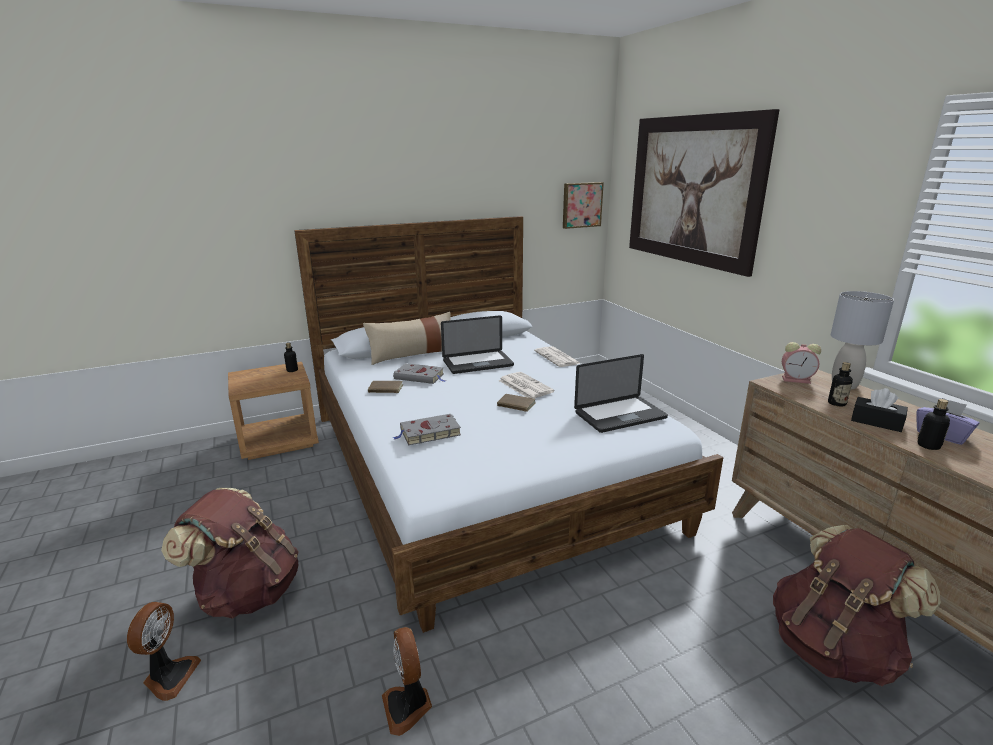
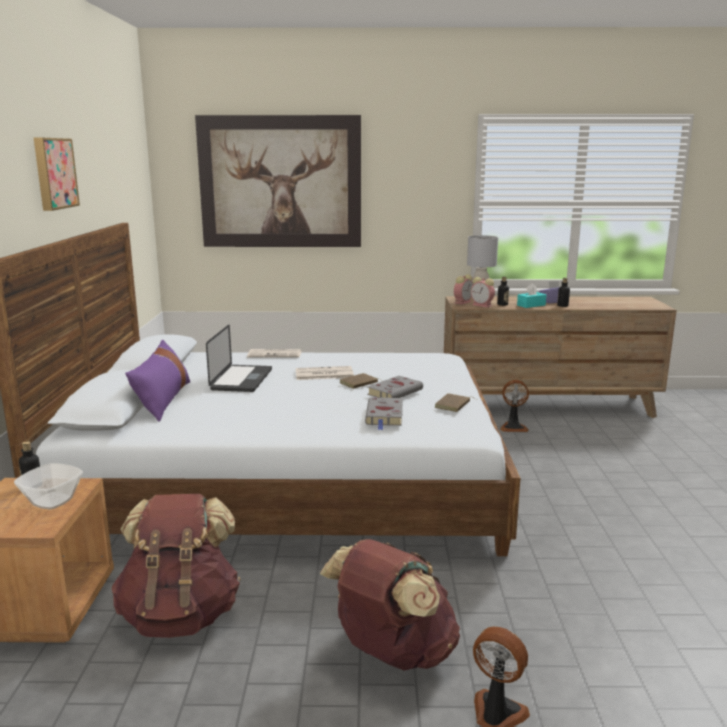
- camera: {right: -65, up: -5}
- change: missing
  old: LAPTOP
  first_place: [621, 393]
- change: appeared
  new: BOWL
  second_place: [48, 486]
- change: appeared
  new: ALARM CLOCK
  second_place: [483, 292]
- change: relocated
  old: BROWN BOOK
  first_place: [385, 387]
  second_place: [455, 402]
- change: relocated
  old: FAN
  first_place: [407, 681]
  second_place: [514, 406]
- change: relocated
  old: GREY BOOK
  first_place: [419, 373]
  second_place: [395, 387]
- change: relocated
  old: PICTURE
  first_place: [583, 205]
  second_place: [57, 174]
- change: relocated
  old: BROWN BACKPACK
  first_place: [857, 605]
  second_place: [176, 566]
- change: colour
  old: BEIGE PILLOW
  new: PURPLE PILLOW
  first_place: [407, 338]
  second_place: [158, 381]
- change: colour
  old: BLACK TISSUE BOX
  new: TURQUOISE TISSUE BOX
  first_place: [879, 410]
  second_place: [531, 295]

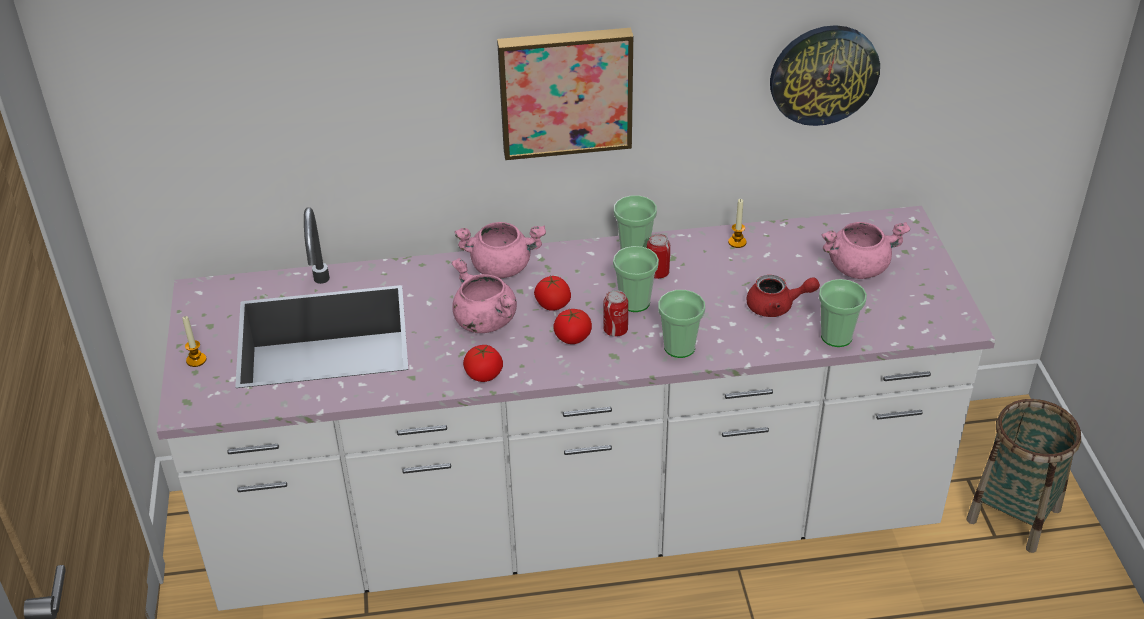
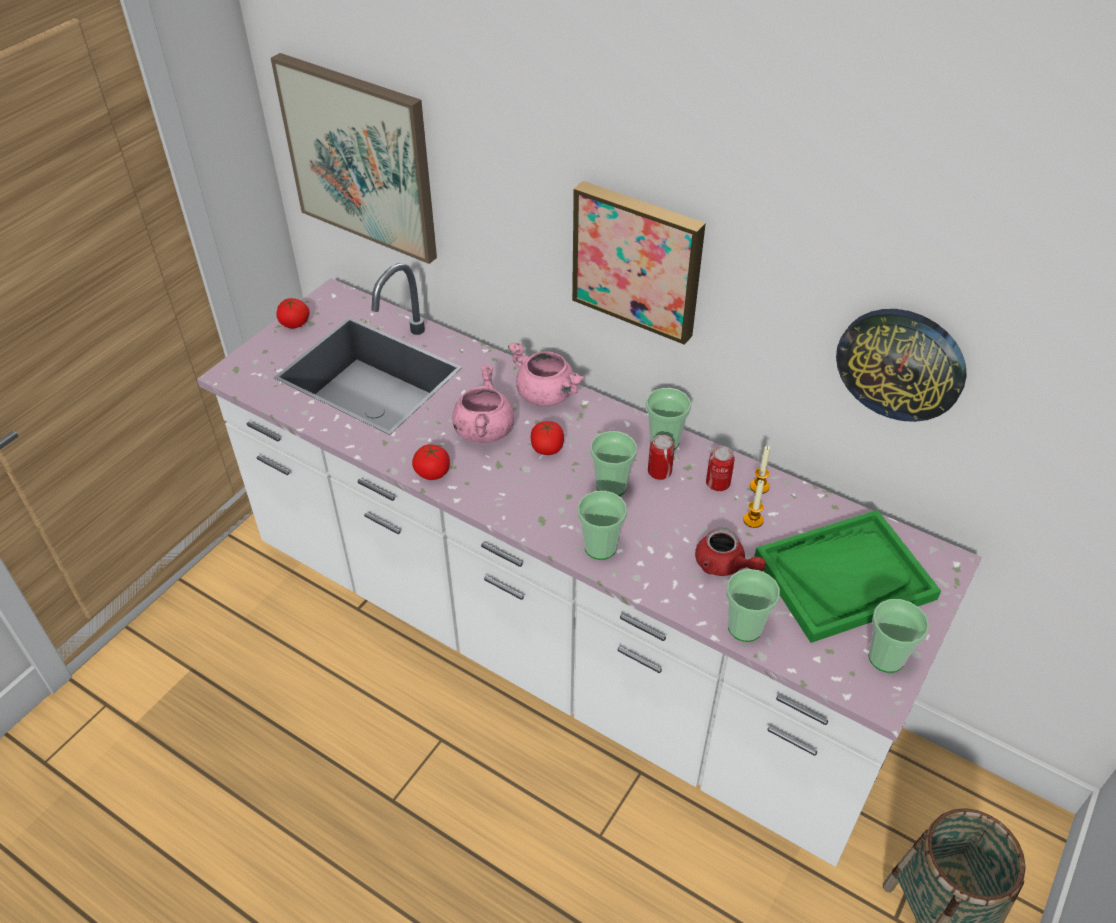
- camera: {right: 40, up: 5}
- change: appeared
  new: PICTURE
  second_place: [354, 158]
- change: appeared
  new: CUP
  second_place: [898, 636]
- change: relocated
  old: CANDLE
  first_place: [194, 341]
  second_place: [753, 504]
- change: relocated
  old: TOMATO
  first_place: [572, 326]
  second_place: [293, 313]
- change: relocated
  old: CAN
  first_place: [615, 313]
  second_place: [720, 468]
- change: exchanged
  old: PINK COOKING POT
  new: GREEN TRAY
  first_place: [865, 250]
  second_place: [847, 576]

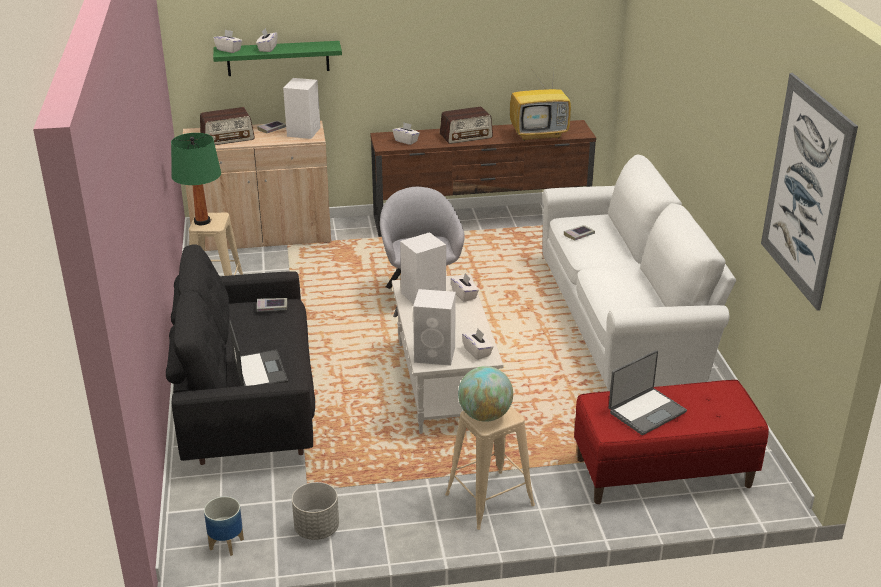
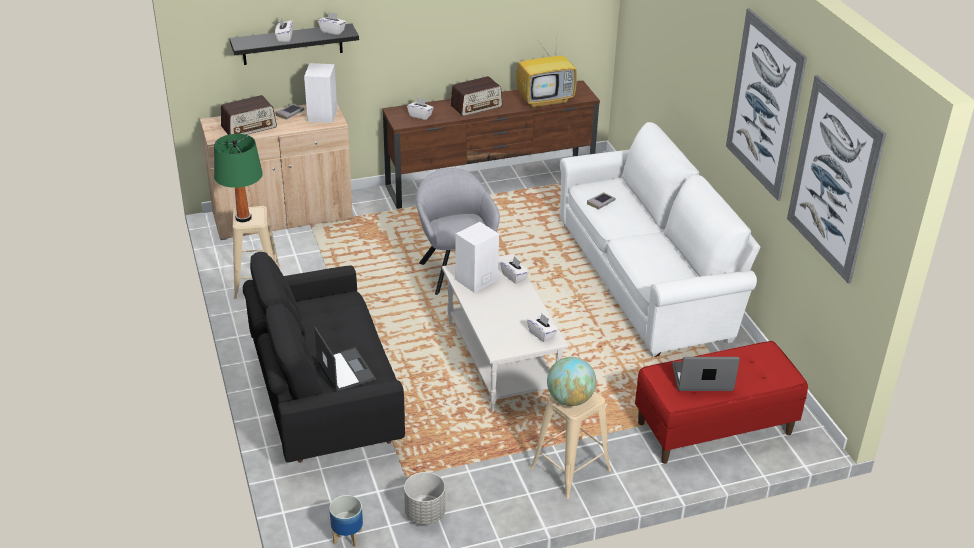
- camera: {right: -10, up: 5}
- change: missing
  old: BOOK
  first_place: [272, 305]
- change: missing
  old: WHITE SPEAKER
  first_place: [434, 327]
- change: appeared
  new: PICTURE
  second_place: [766, 105]
- change: relocated
  old: WHITE TISSUE BOX
  first_place: [227, 41]
  second_place: [332, 23]
- change: colour
  old: GREEN SHELF
  new: BLACK SHELF
  first_place: [277, 58]
  second_place: [294, 44]
- change: spun
  old: LAPTOP
  first_place: [647, 392]
  second_place: [706, 374]
  degrees: -135

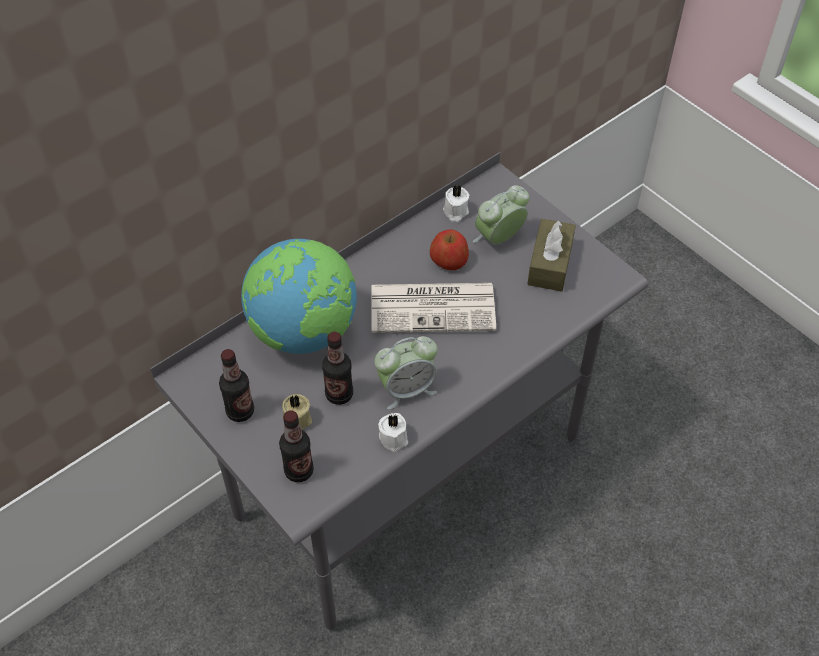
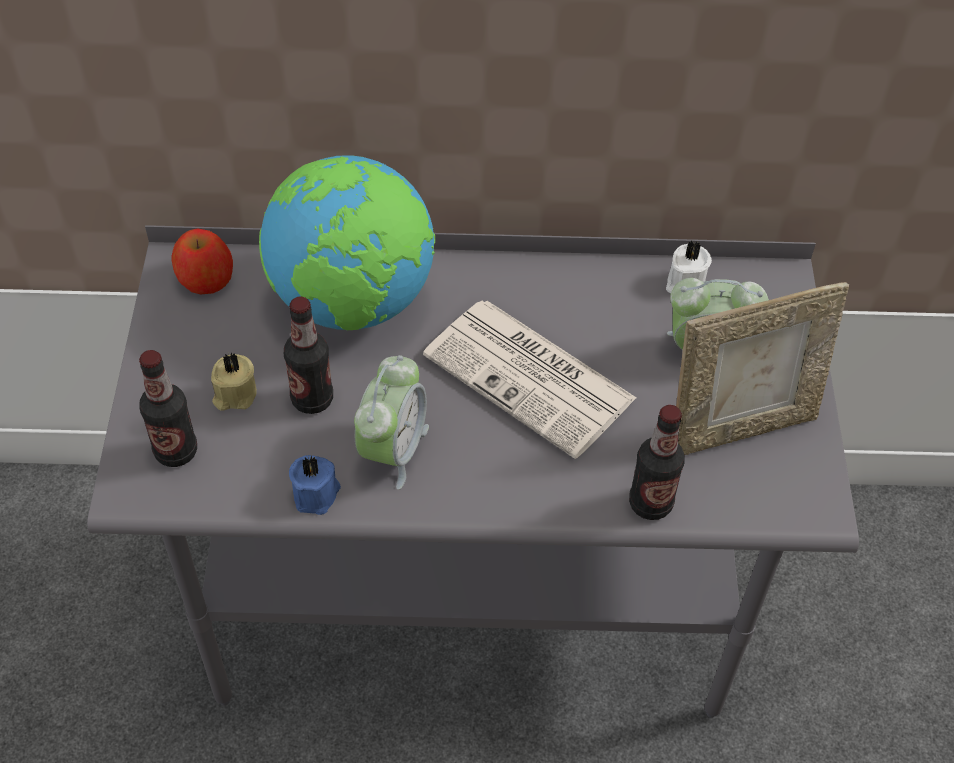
- camera: {right: 40, up: 0}
- change: relocated
  old: BOTTLE
  first_place: [236, 385]
  second_place: [657, 462]
- change: relocated
  old: APPLE
  first_place: [449, 249]
  second_place: [202, 261]
- change: exchanged
  old: BROWN TISSUE BOX
  new: PICTURE FRAME
  first_place: [551, 255]
  second_place: [762, 368]
- change: colour
  old: WHITE CANDLE
  new: BLUE CANDLE
  first_place: [393, 432]
  second_place: [315, 485]
- change: spun
  old: ALARM CLOCK
  first_place: [406, 373]
  second_place: [391, 422]
  degrees: -90

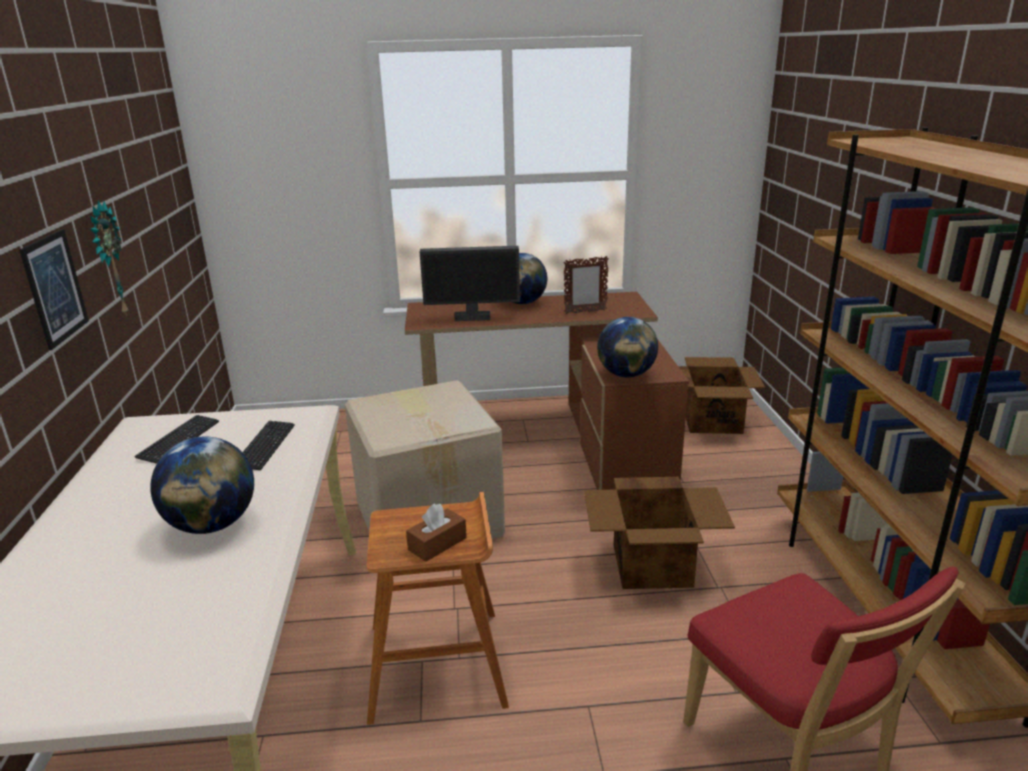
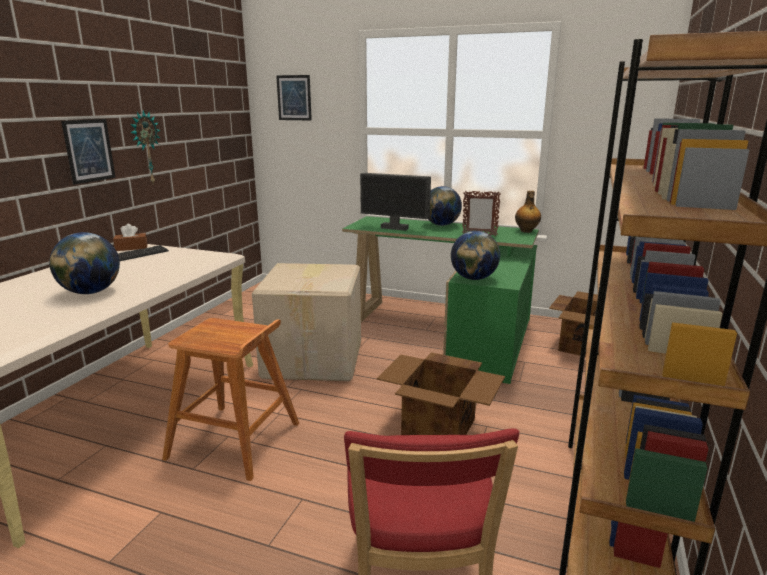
- camera: {right: 25, up: -5}
- change: missing
  old: KEYBOARD
  first_place: [268, 445]
- change: appeared
  new: PICTURE
  second_place: [294, 98]
- change: appeared
  new: BOTTLE
  second_place: [528, 212]
- change: relocated
  old: BROWN TISSUE BOX
  first_place: [436, 532]
  second_place: [130, 237]
- change: colour
  old: BROWN DESK
  new: GREEN DESK
  first_place: [547, 391]
  second_place: [440, 300]

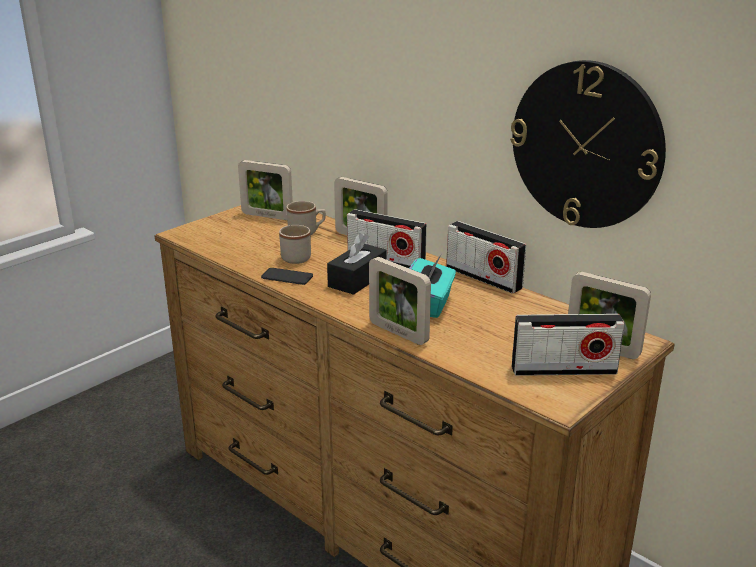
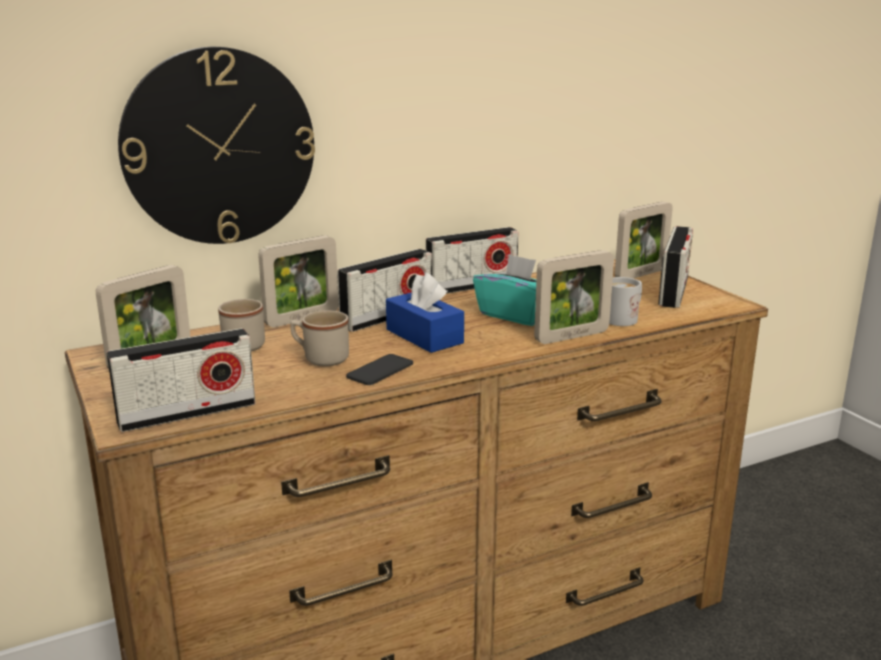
- camera: {right: -70, up: -5}
- change: appeared
  new: RADIO
  second_place: [181, 380]
- change: appeared
  new: WHITE MUG
  second_place: [625, 301]
- change: relocated
  old: WALL CLOCK
  first_place: [588, 144]
  second_place: [216, 145]
- change: colour
  old: BLACK TISSUE BOX
  new: BLUE TISSUE BOX
  first_place: [357, 264]
  second_place: [425, 313]

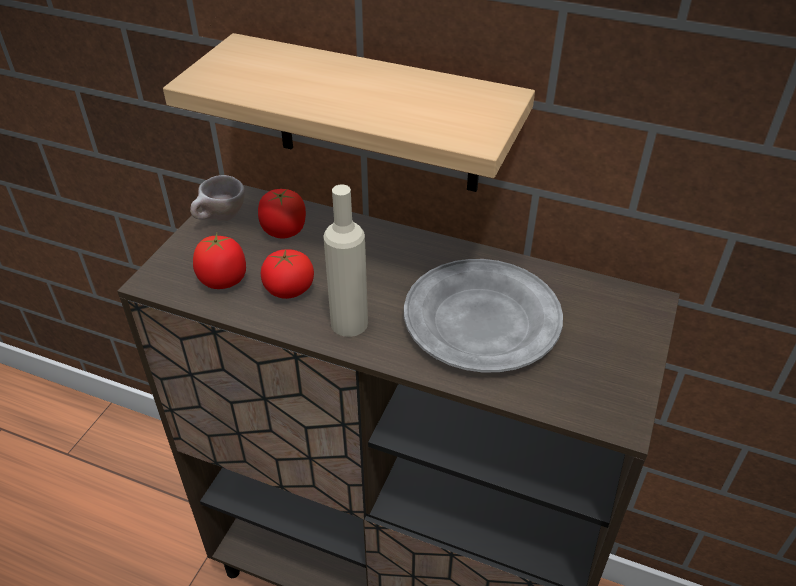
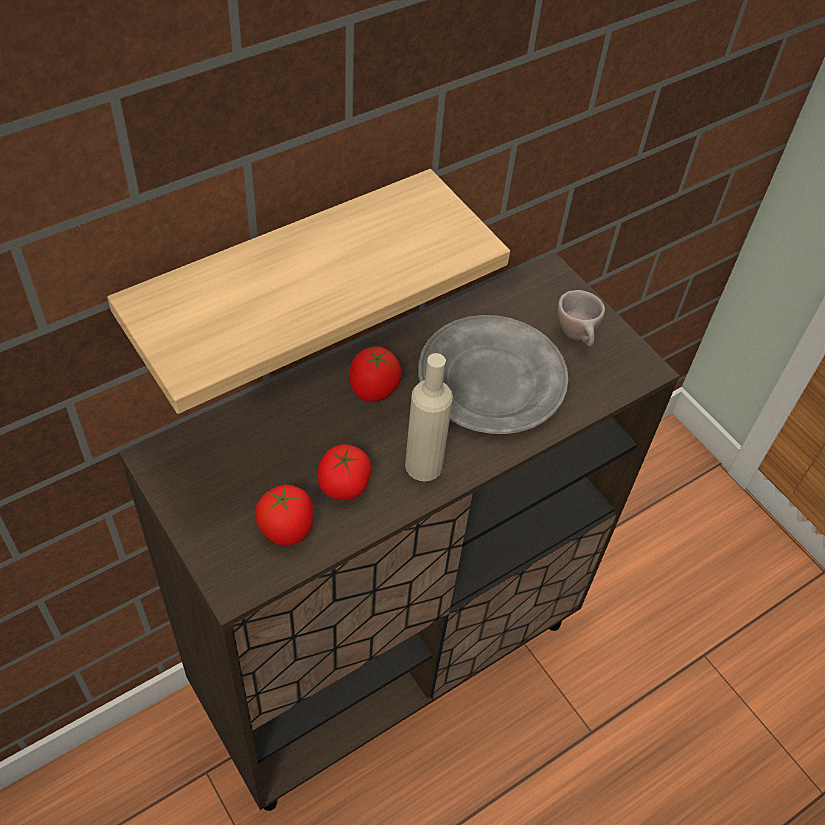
- camera: {right: -60, up: 10}
- change: relocated
  old: BEIGE CUP
  first_place: [217, 198]
  second_place: [581, 318]
- change: relocated
  old: TOMATO
  first_place: [282, 213]
  second_place: [375, 374]

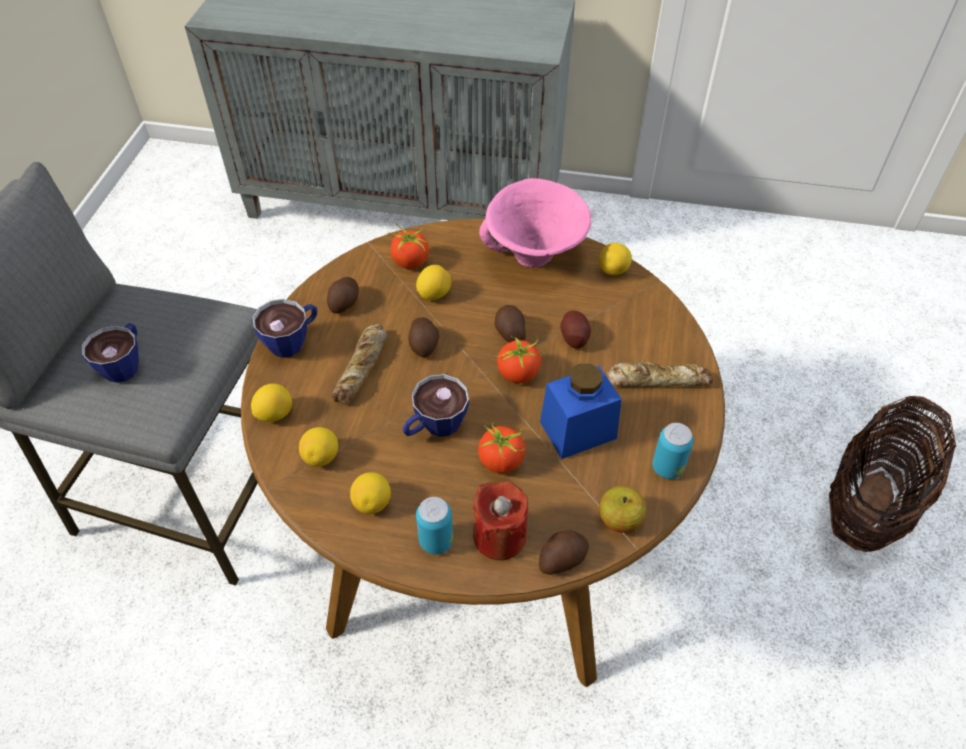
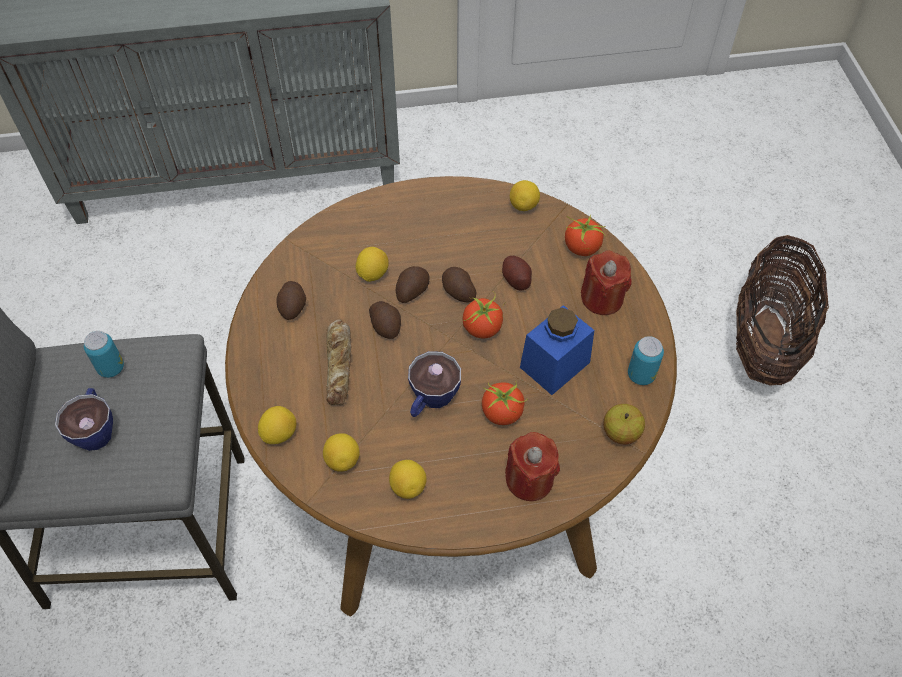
- camera: {right: -20, up: 5}
- change: missing
  old: CUP
  first_place: [284, 328]
- change: missing
  old: PINK BOWL
  first_place: [535, 223]
- change: relocated
  old: TOMATO
  first_place: [408, 246]
  second_place: [585, 235]
- change: relocated
  old: CAN
  first_place: [434, 526]
  second_place: [104, 354]
- change: relocated
  old: POTATO
  first_place: [564, 552]
  second_place: [412, 284]
- change: exchanged
  old: BREAD
  new: RED CANDLE
  first_place: [659, 374]
  second_place: [606, 282]

